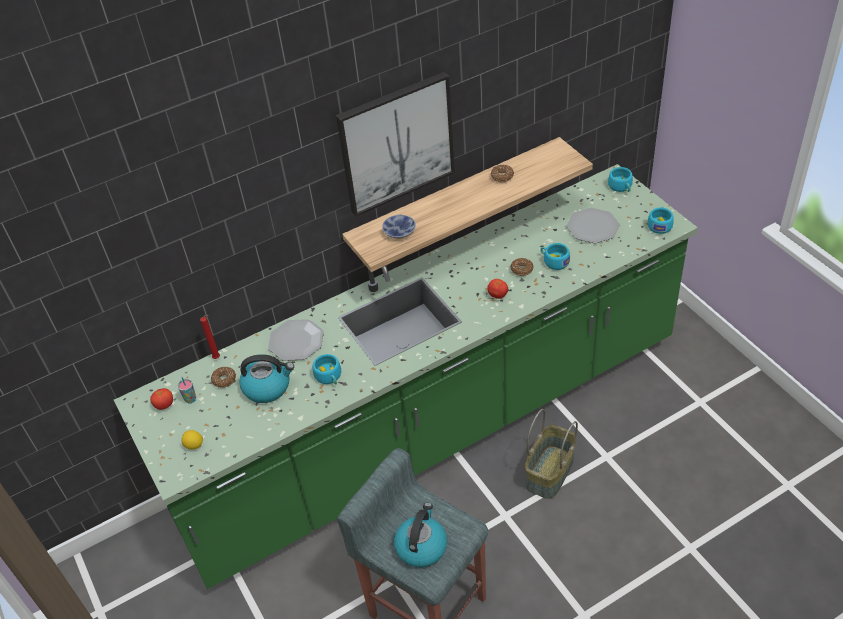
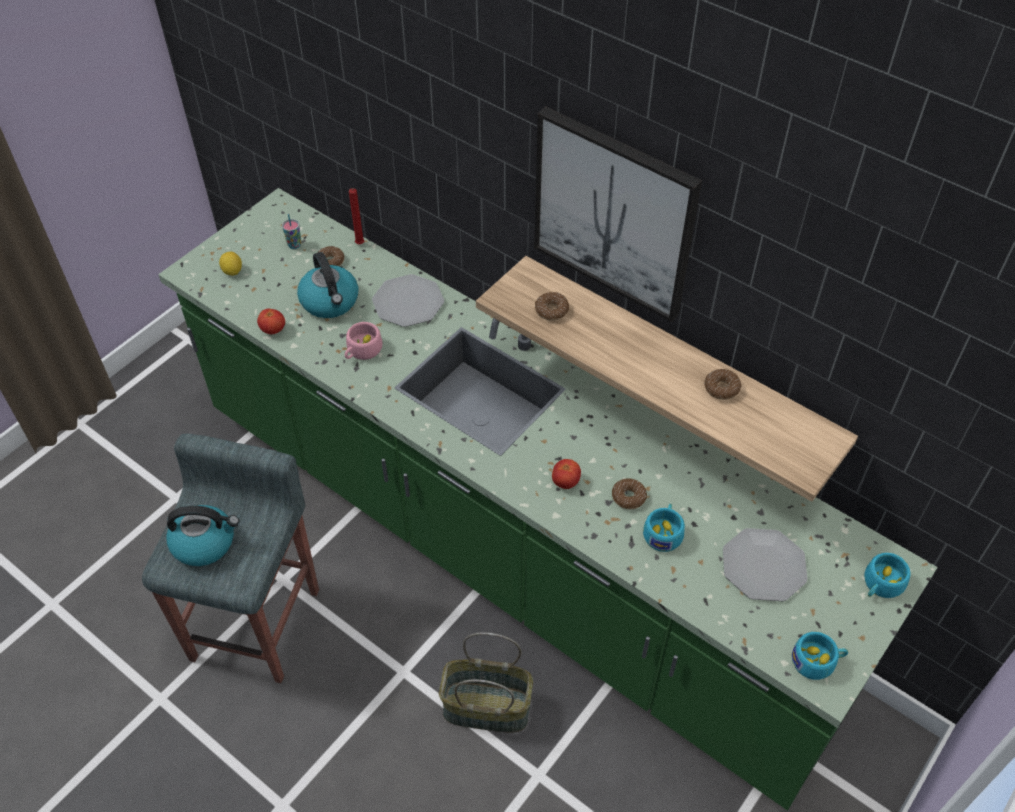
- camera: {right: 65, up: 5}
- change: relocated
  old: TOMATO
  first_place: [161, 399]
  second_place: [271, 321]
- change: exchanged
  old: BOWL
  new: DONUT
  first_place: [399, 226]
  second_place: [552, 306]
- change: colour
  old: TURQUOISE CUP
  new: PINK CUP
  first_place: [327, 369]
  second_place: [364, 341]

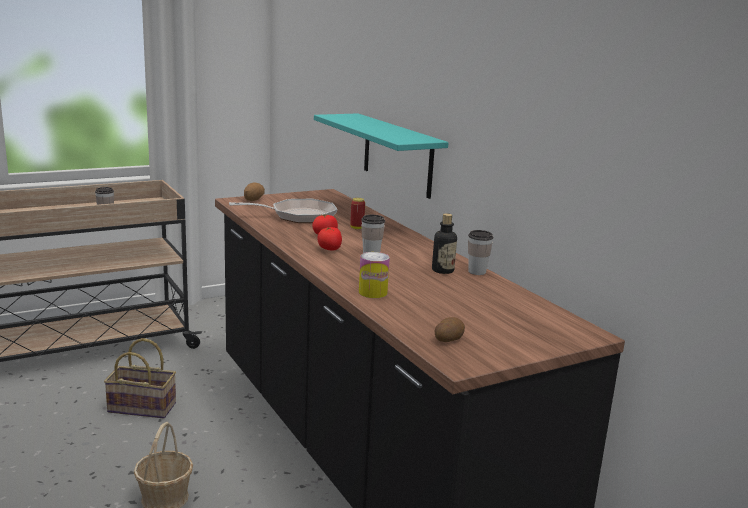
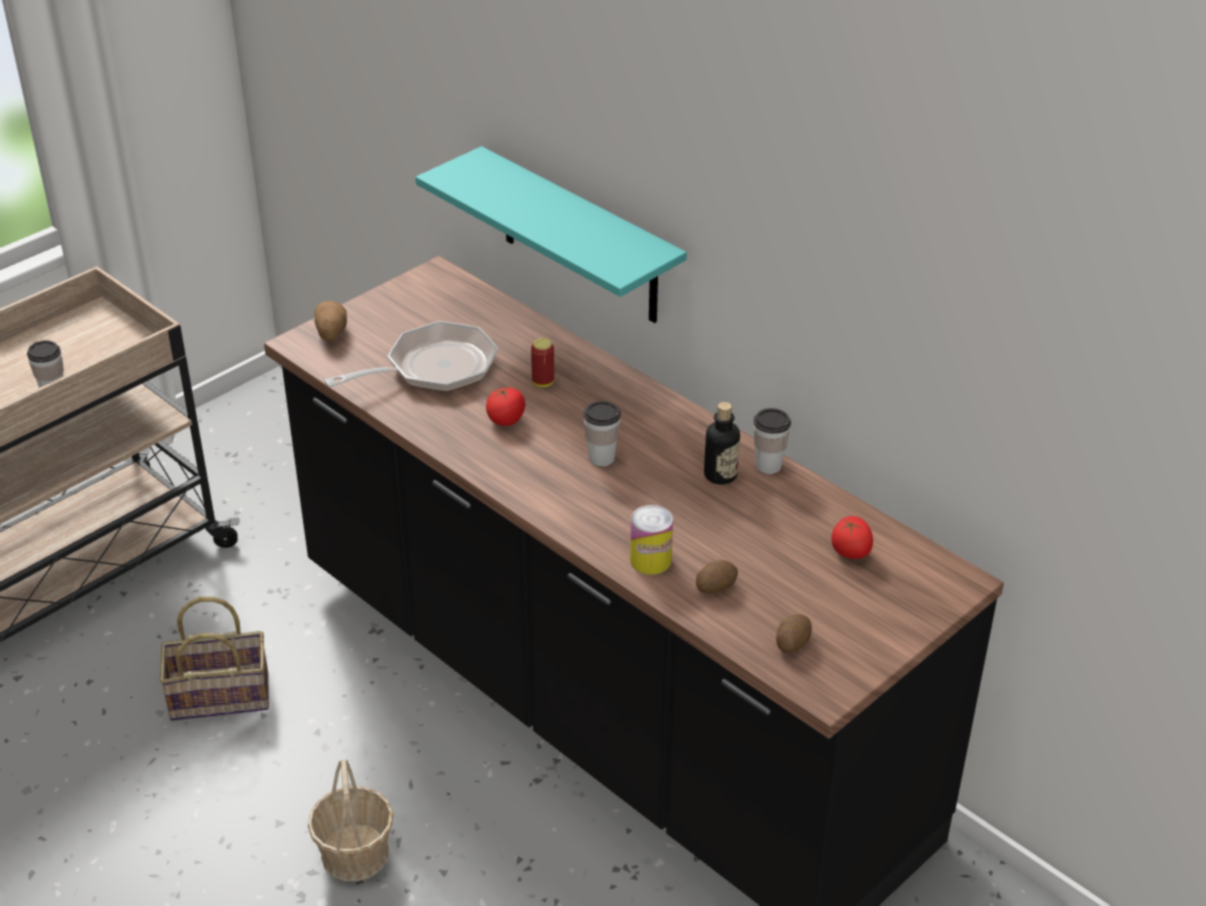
- camera: {right: -15, up: 20}
- change: appeared
  new: POTATO
  second_place: [717, 577]
- change: relocated
  old: TOMATO
  first_place: [329, 239]
  second_place: [852, 537]

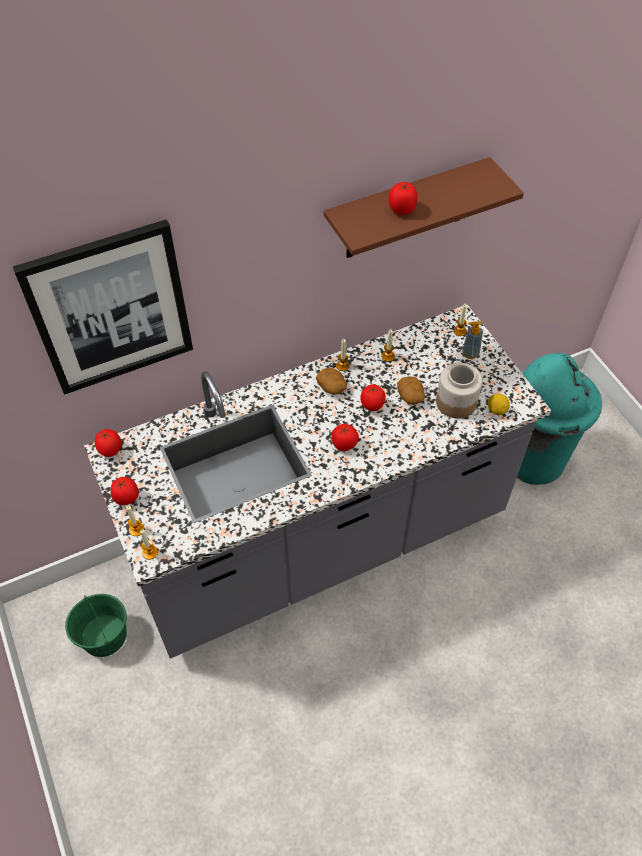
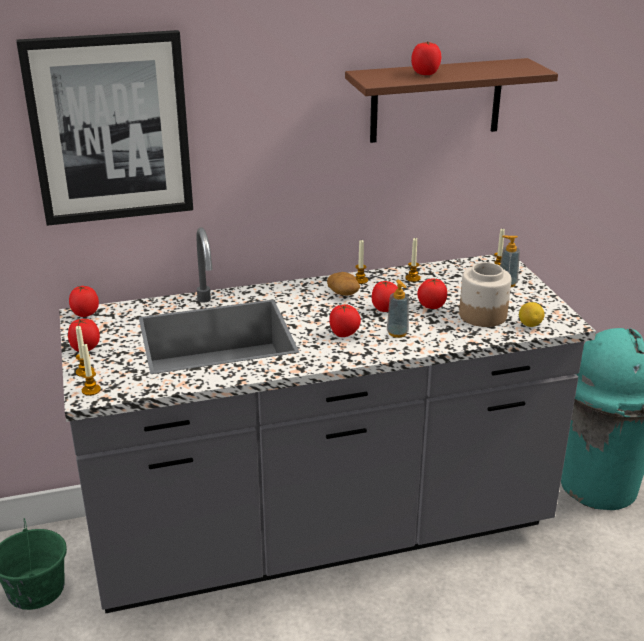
- camera: {right: 10, up: -25}
- change: appeared
  new: SOAP DISPENSER
  second_place: [398, 309]
- change: exchanged
  old: POTATO
  new: TOMATO
  first_place: [411, 390]
  second_place: [432, 293]

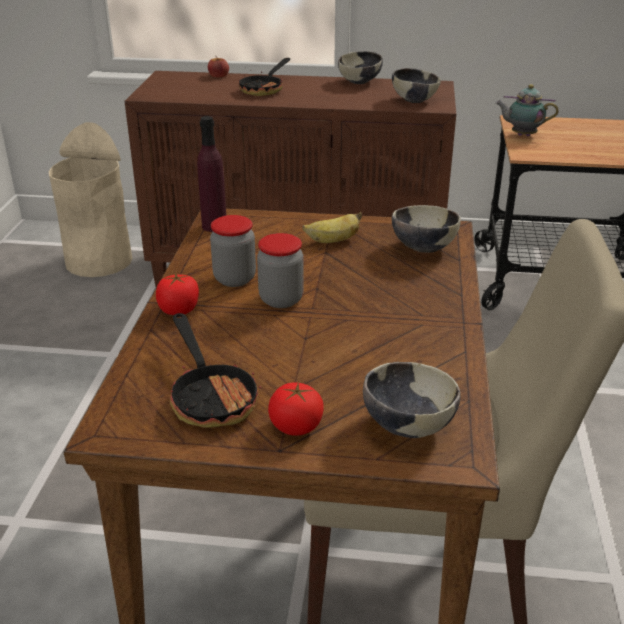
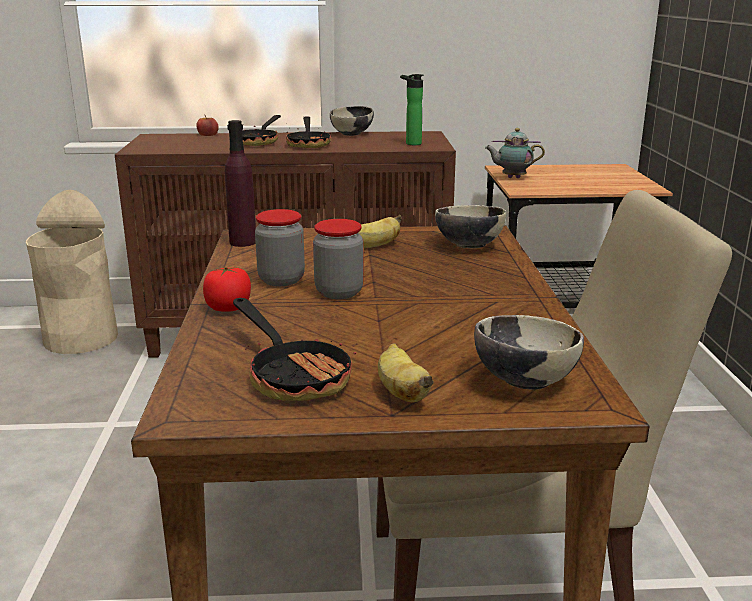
- camera: {right: -10, up: -10}
- change: appeared
  new: FRYING PAN
  second_place: [308, 132]
- change: exchanged
  old: TOMATO
  new: BANANA
  first_place: [296, 409]
  second_place: [406, 372]
- change: exchanged
  old: BOWL
  new: BOTTLE
  first_place: [416, 85]
  second_place: [412, 109]

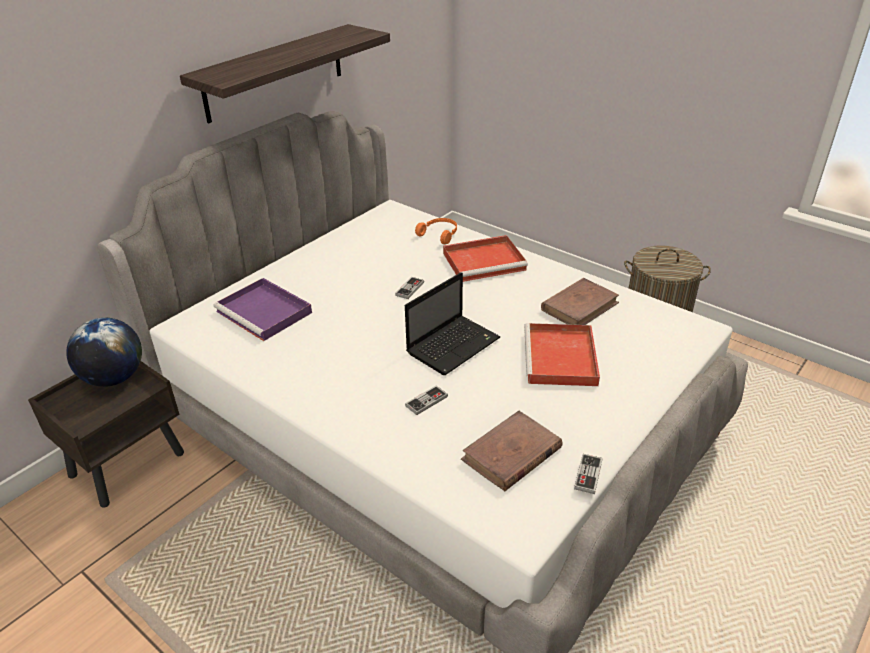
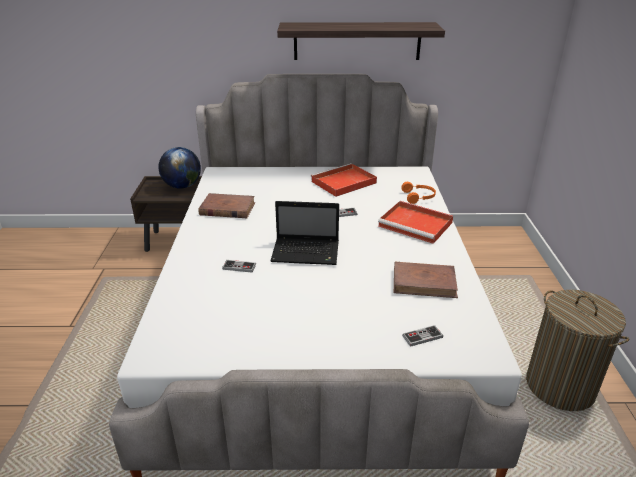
- camera: {right: 50, up: -5}
- change: missing
  old: PURPLE TRAY
  first_place: [262, 309]
- change: relocated
  old: BROWN BOOK
  first_place: [512, 451]
  second_place: [227, 205]
- change: relocated
  old: RED TRAY
  first_place: [562, 354]
  second_place: [344, 180]
- change: relocated
  old: GAME CONTROLLER
  first_place: [588, 474]
  second_place: [422, 336]

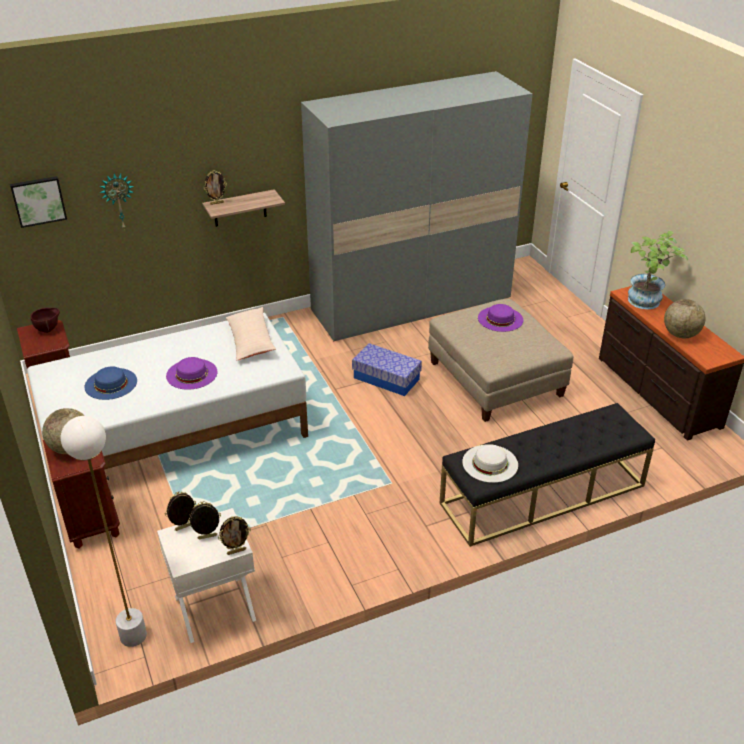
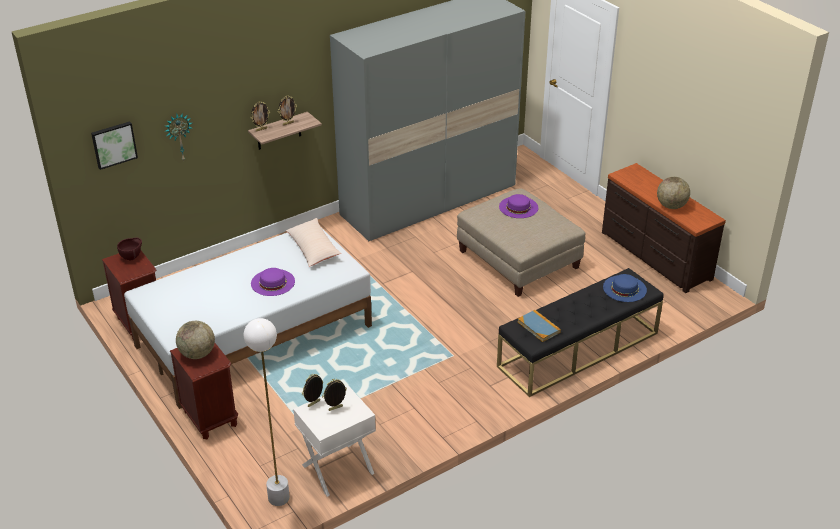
- camera: {right: -10, up: 0}
- change: missing
  old: STORAGE BOX
  first_place: [387, 369]
- change: missing
  old: POTTED PLANT
  first_place: [658, 270]
- change: relocated
  old: BLUE HAT
  first_place: [110, 383]
  second_place: [625, 288]
- change: relocated
  old: PICTURE FRAME
  first_place: [234, 535]
  second_place: [287, 110]
- change: exchanged
  old: WHITE HAT
  new: BOOK
  first_place: [490, 463]
  second_place: [539, 326]

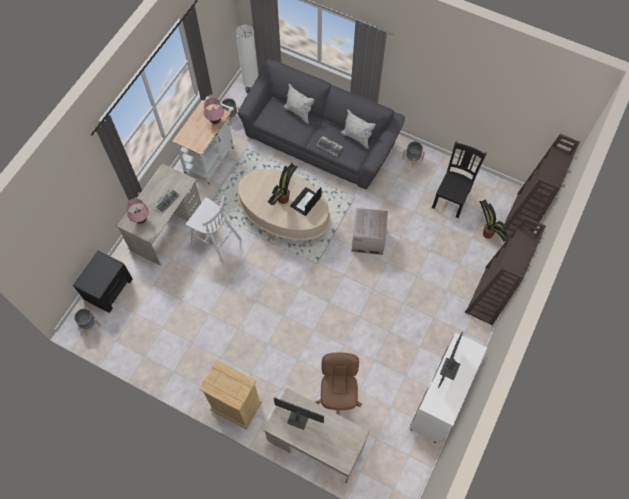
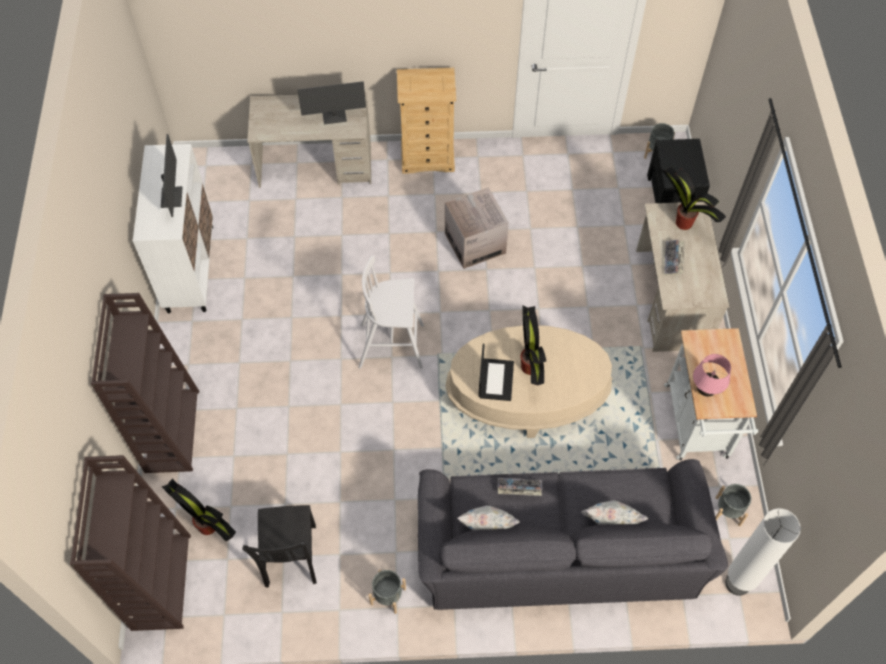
- camera: {right: 150, up: -5}
- change: missing
  old: BROWN OFFICE CHAIR
  first_place: [338, 383]
- change: relocated
  old: WHITE STOOL
  first_place: [214, 230]
  second_place: [391, 312]
- change: relocated
  old: CARDBOARD BOX
  first_place: [370, 231]
  second_place: [477, 228]
- change: exchanged
  old: PINK TABLE LAMP
  new: POTTED PLANT
  first_place: [137, 211]
  second_place: [694, 198]

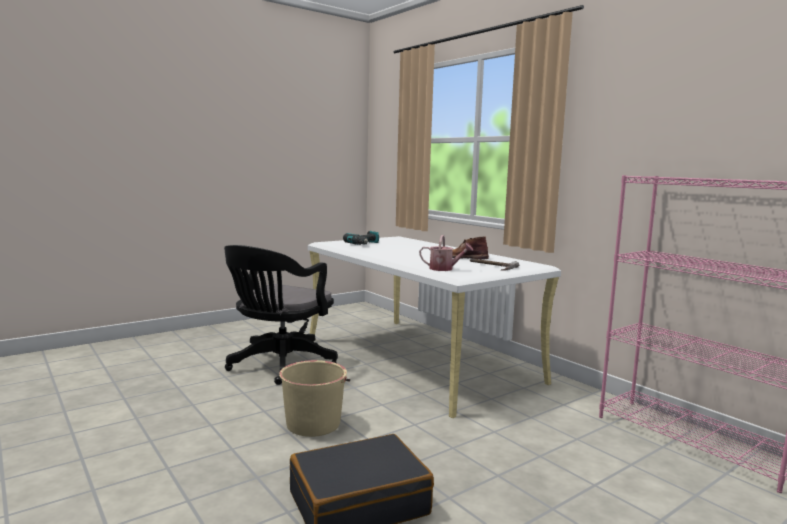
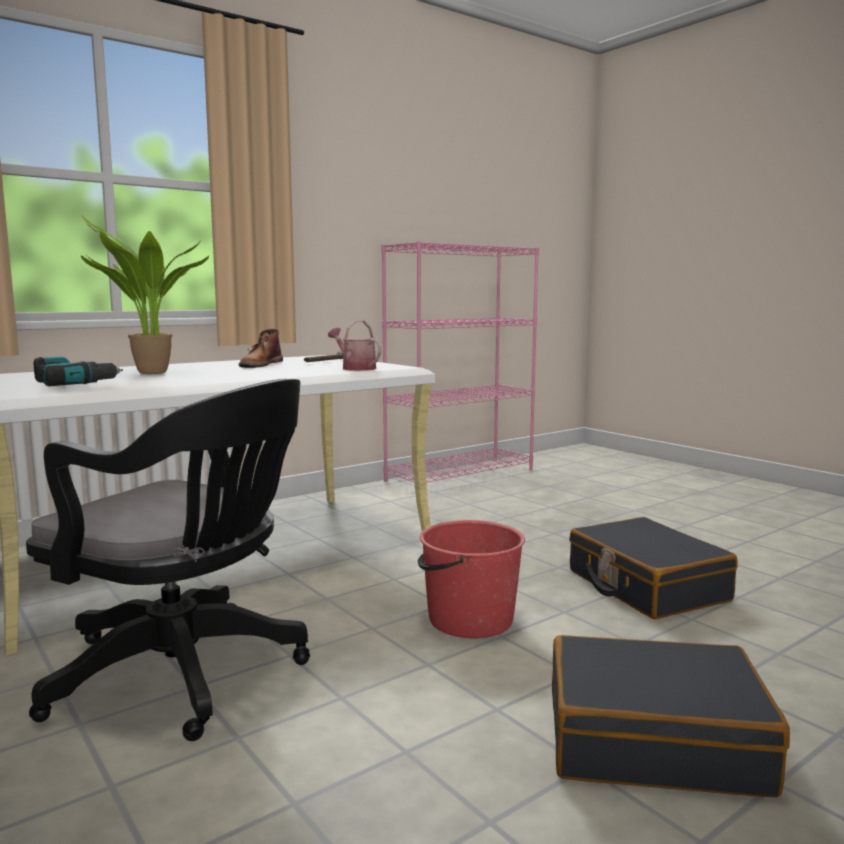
- camera: {right: -90, up: 0}
- change: appeared
  new: POTTED PLANT
  second_place: [145, 294]
- change: appeared
  new: BLACK SUITCASE
  second_place: [671, 716]
- change: colour
  old: BEIGE BUCKET
  new: RED BUCKET
  first_place: [314, 398]
  second_place: [471, 579]
- change: spun
  old: WATERING CAN
  first_place: [446, 253]
  second_place: [355, 345]
  degrees: -60

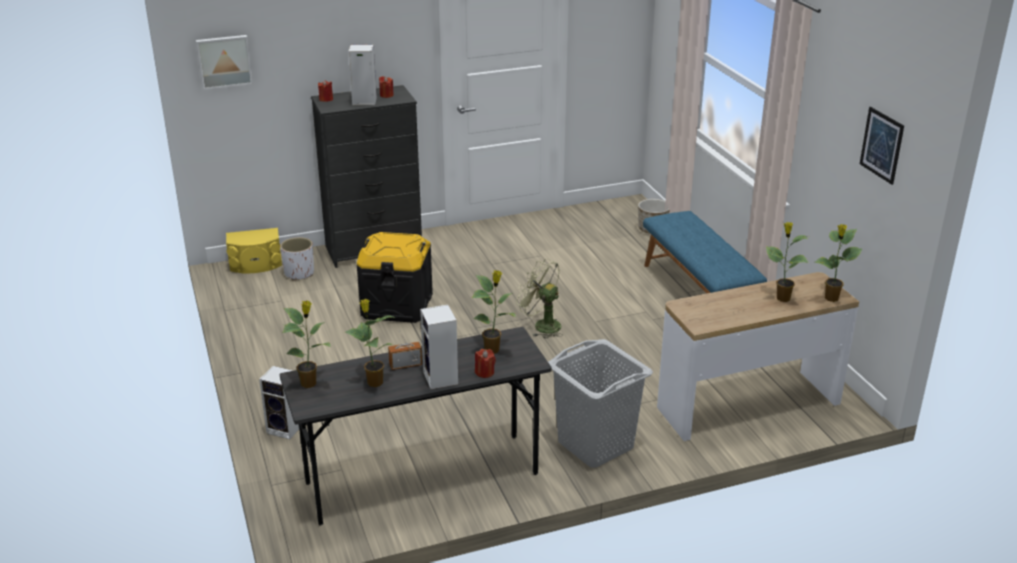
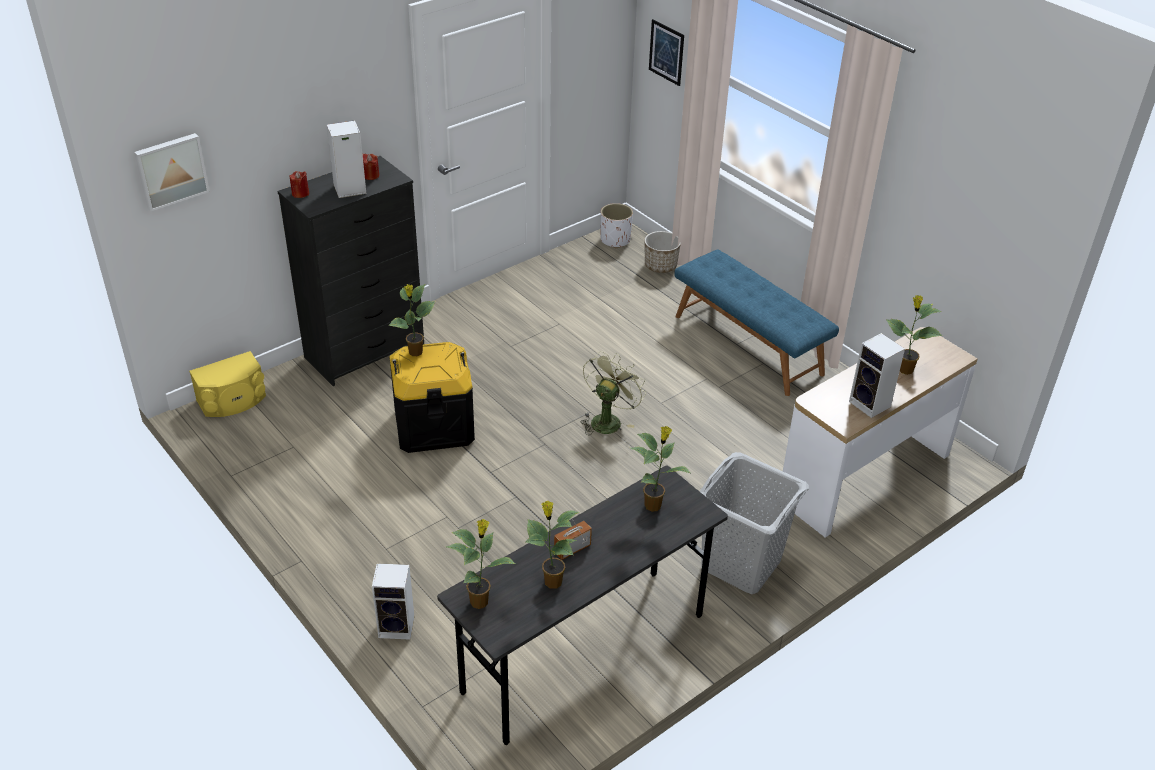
- camera: {right: -20, up: 10}
- change: missing
  old: RED CANDLE
  first_place: [485, 363]
- change: relocated
  old: WHITE PLANTER
  first_place: [297, 258]
  second_place: [616, 225]
- change: relocated
  old: SPEAKER
  first_place: [439, 347]
  second_place: [877, 375]
- change: relocated
  old: POTTED PLANT
  first_place: [838, 263]
  second_place: [411, 320]
- change: relocated
  old: PICTURE
  first_place: [882, 146]
  second_place: [666, 52]
- change: spun
  old: GREEN FAN
  first_place: [539, 299]
  second_place: [613, 393]
  degrees: 105

